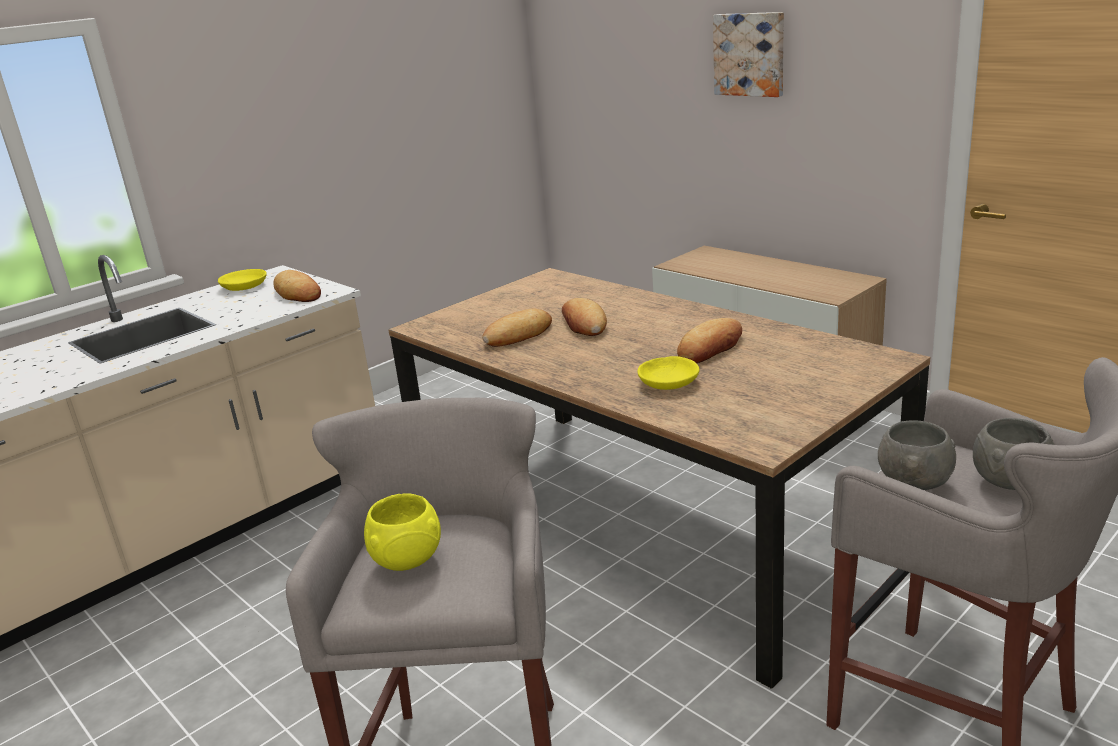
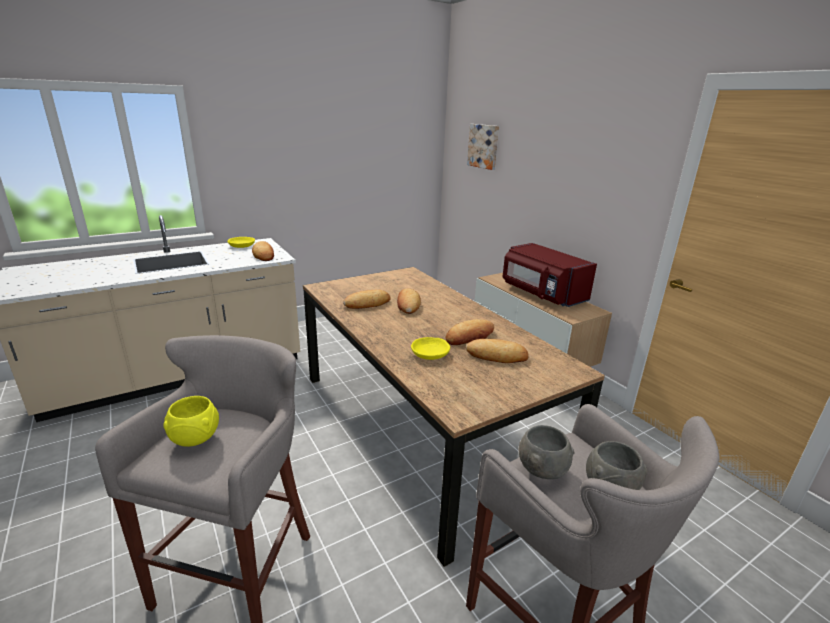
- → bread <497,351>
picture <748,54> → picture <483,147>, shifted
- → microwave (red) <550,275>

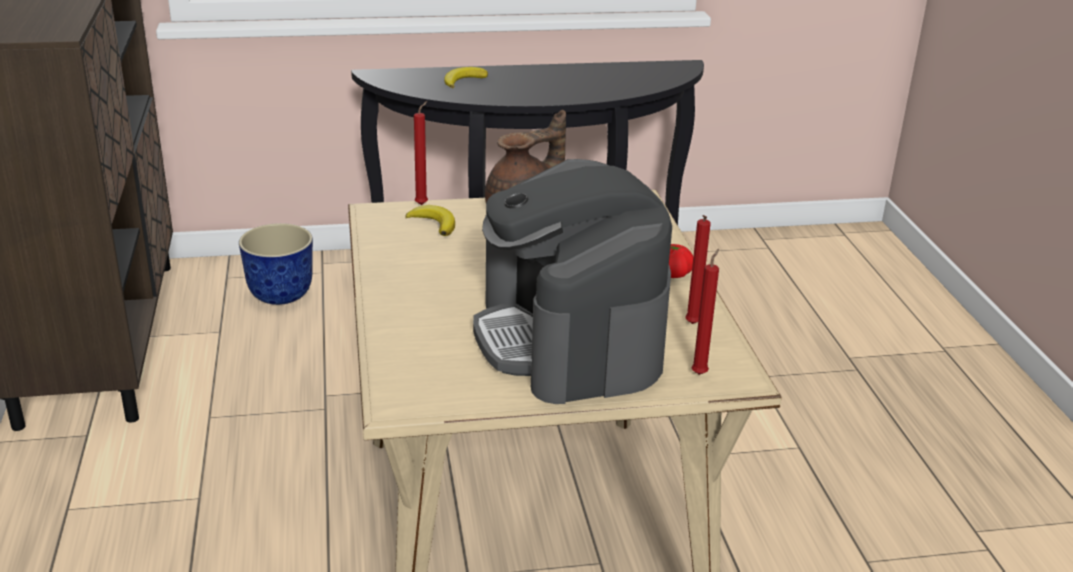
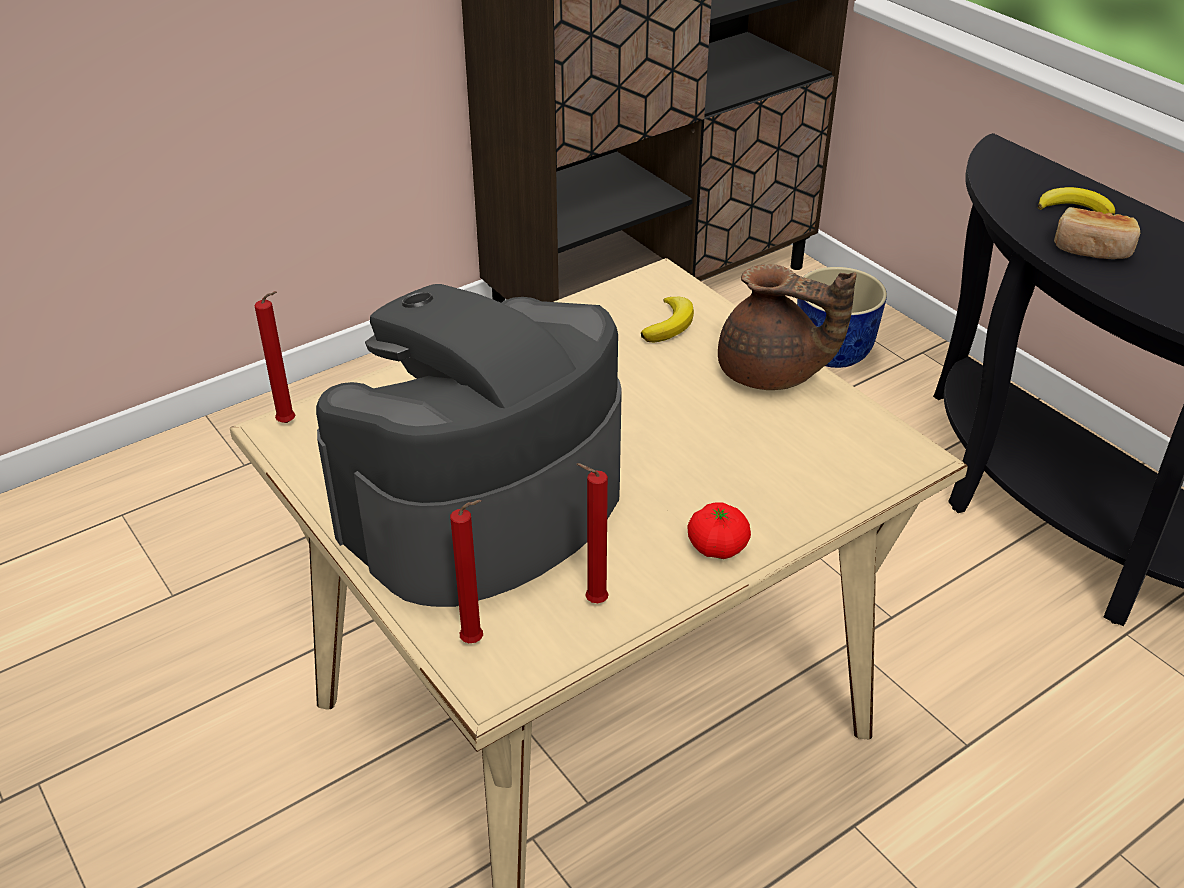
candle (red) <421,153> → candle (red) <274,357>, shifted
- → bread <1097,233>

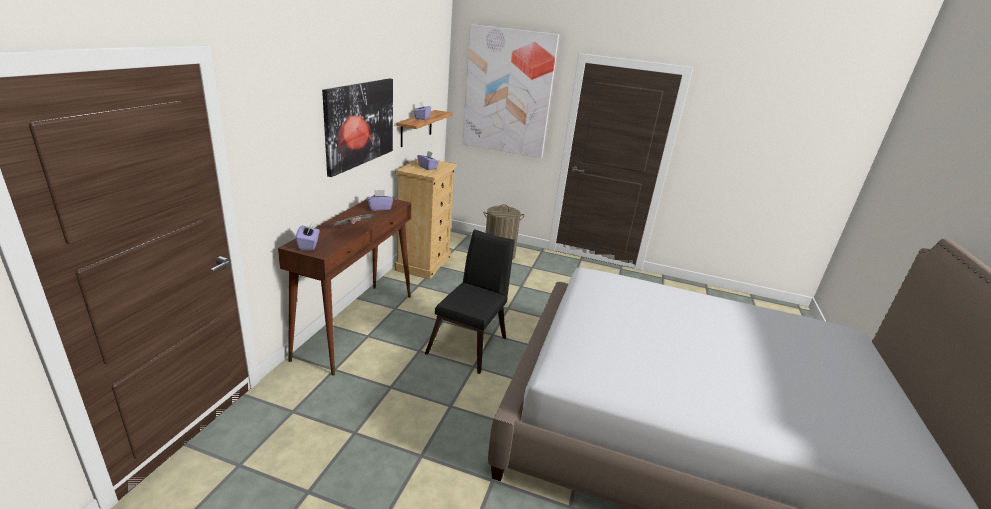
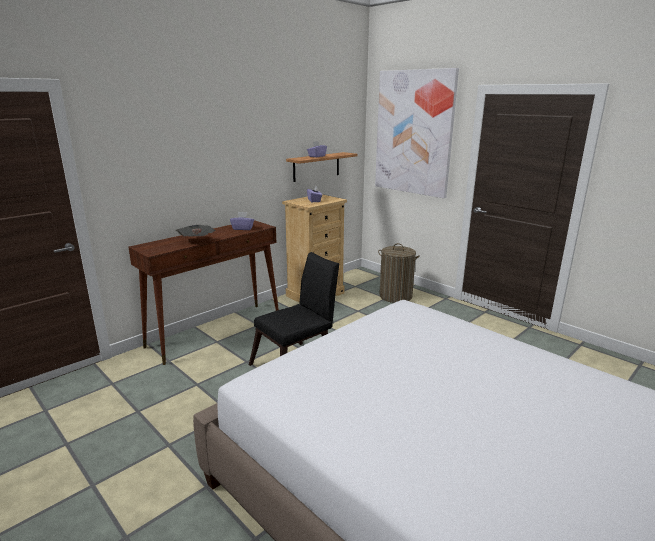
tissue box (purple) <308,236> → -
picture <357,127> → -

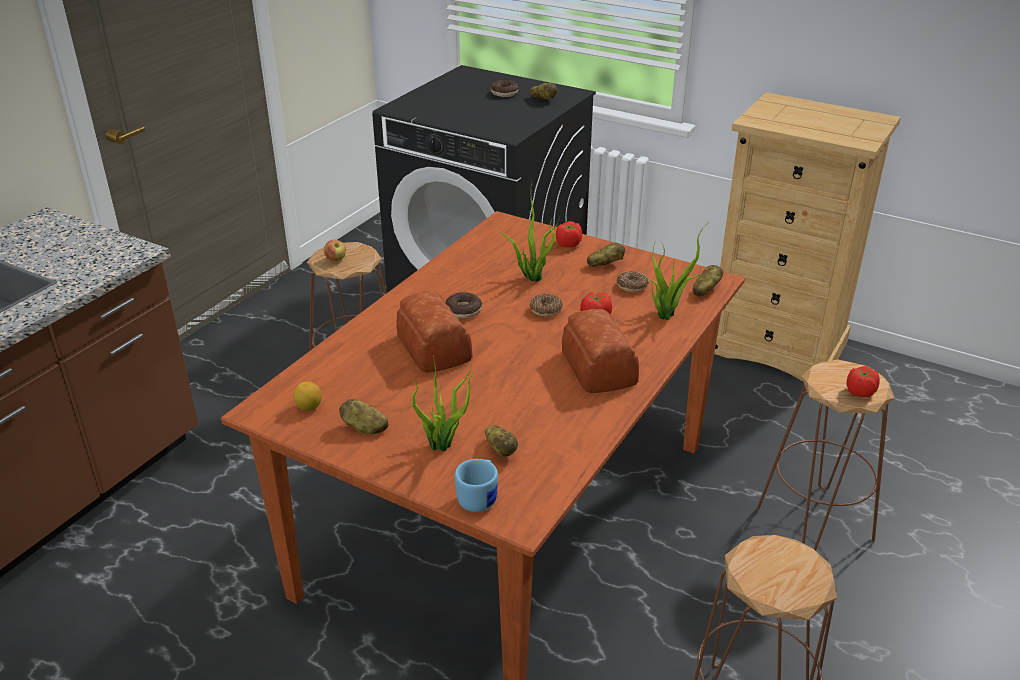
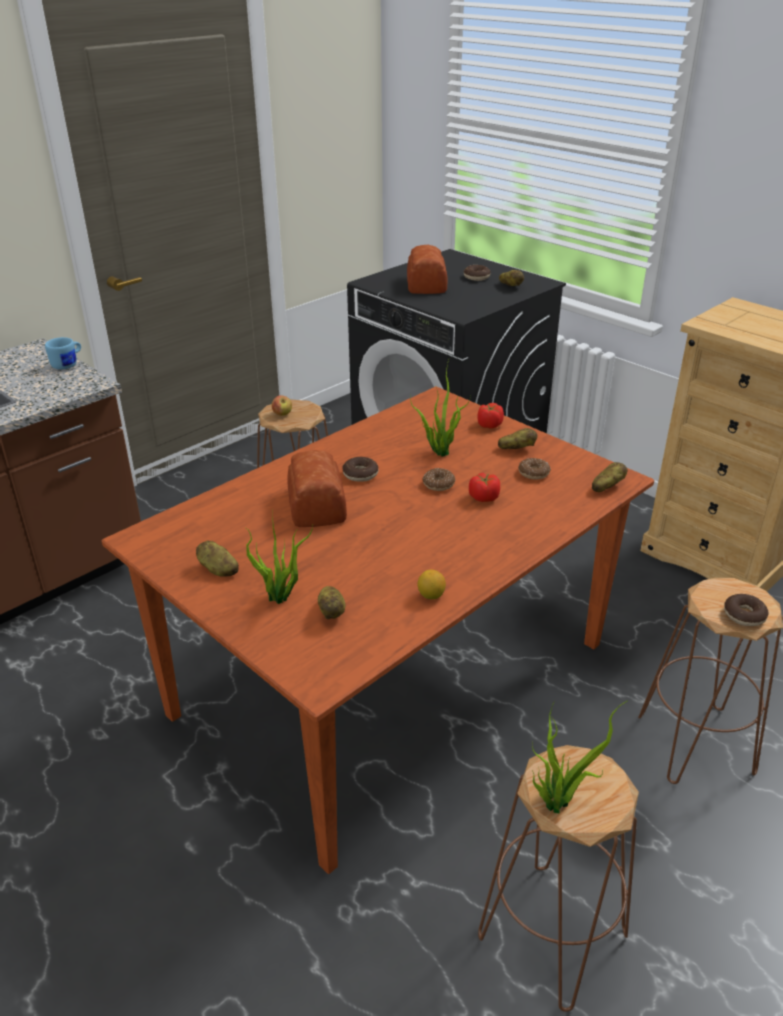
mug (blue) <476,485> → mug (blue) <63,353>, shifted
bread <600,351> → bread <427,269>, shifted
lemon <307,396> → lemon <431,584>, shifted
potted plant <676,271> → potted plant <579,757>, shifted
tomato <863,381> → donut <746,610>

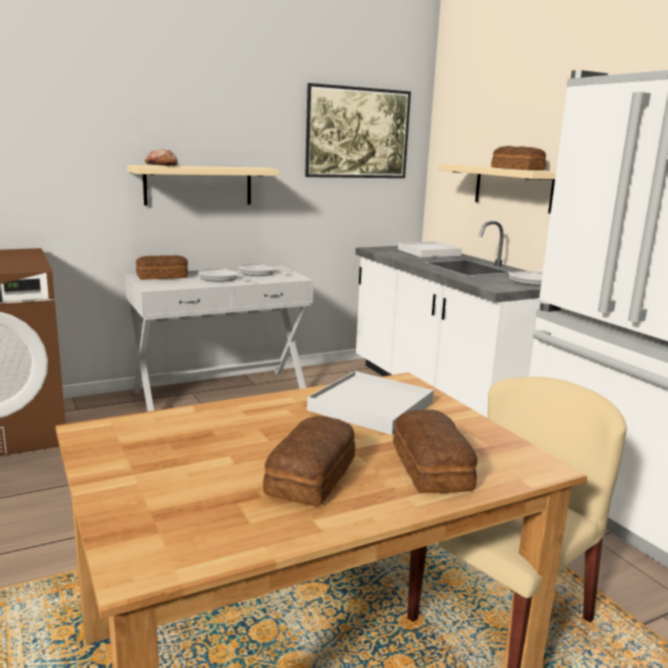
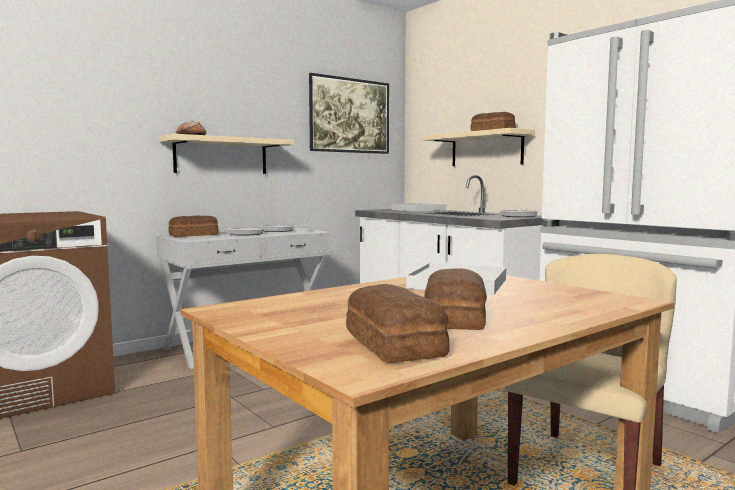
bread <435,451> → bread <398,323>, shifted

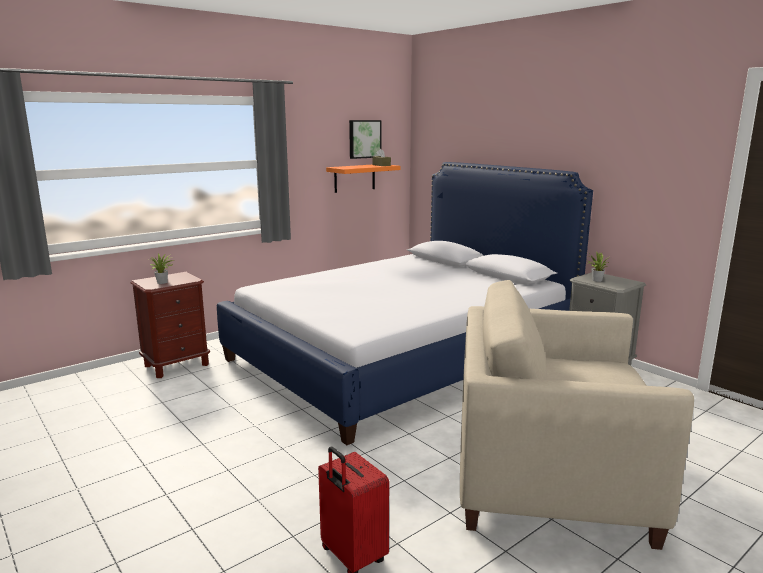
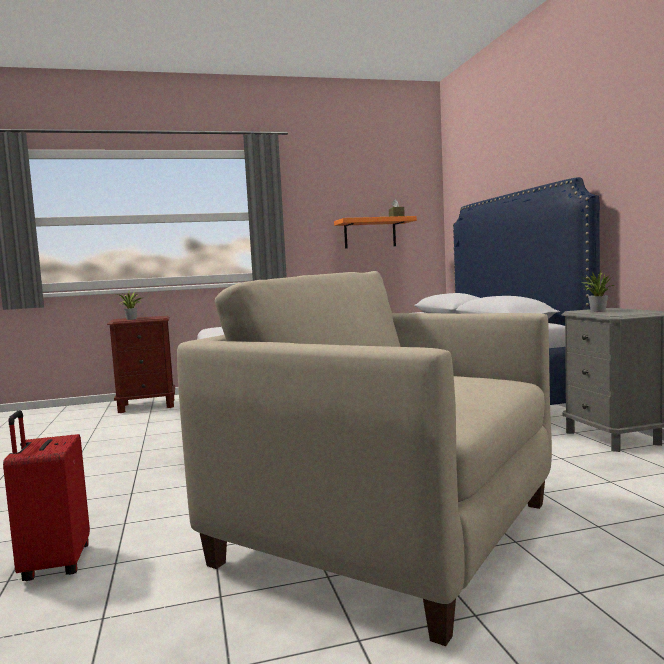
picture <365,139> → -

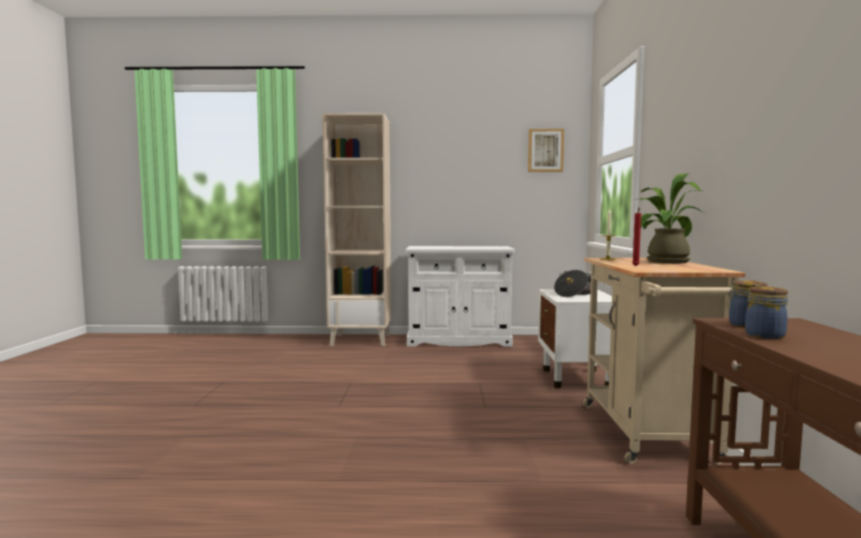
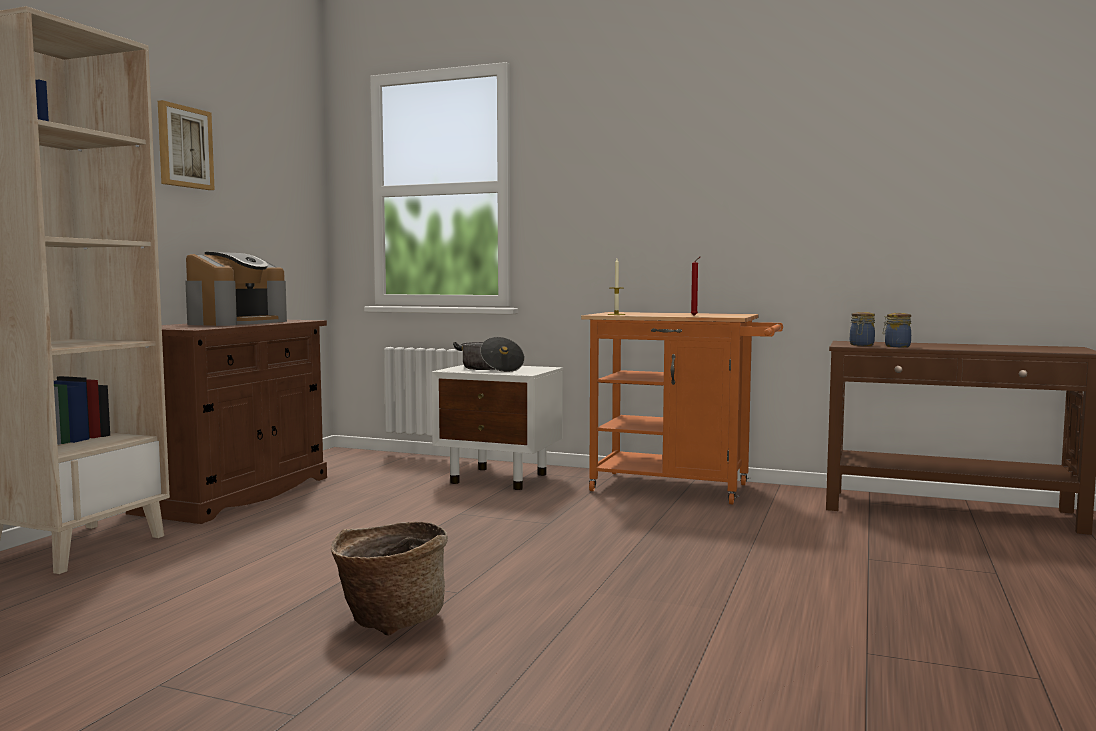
cabinet (white) <460,296> → cabinet (brown) <226,422>
picture <546,150> → picture <186,145>, shifted
- → coffee machine <236,289>
- → basket <389,578>
cart (beige) <664,361> → cart (orange) <682,408>
potted plant <673,219> → -

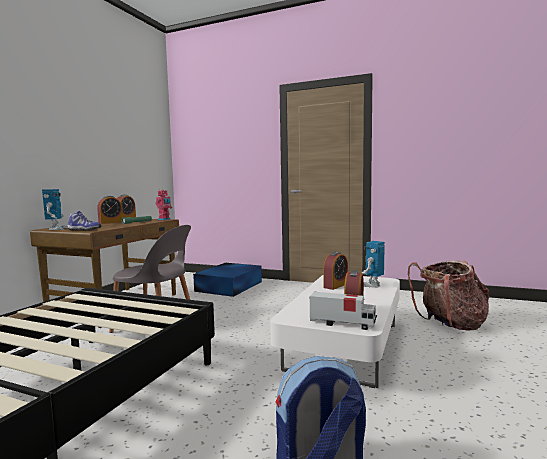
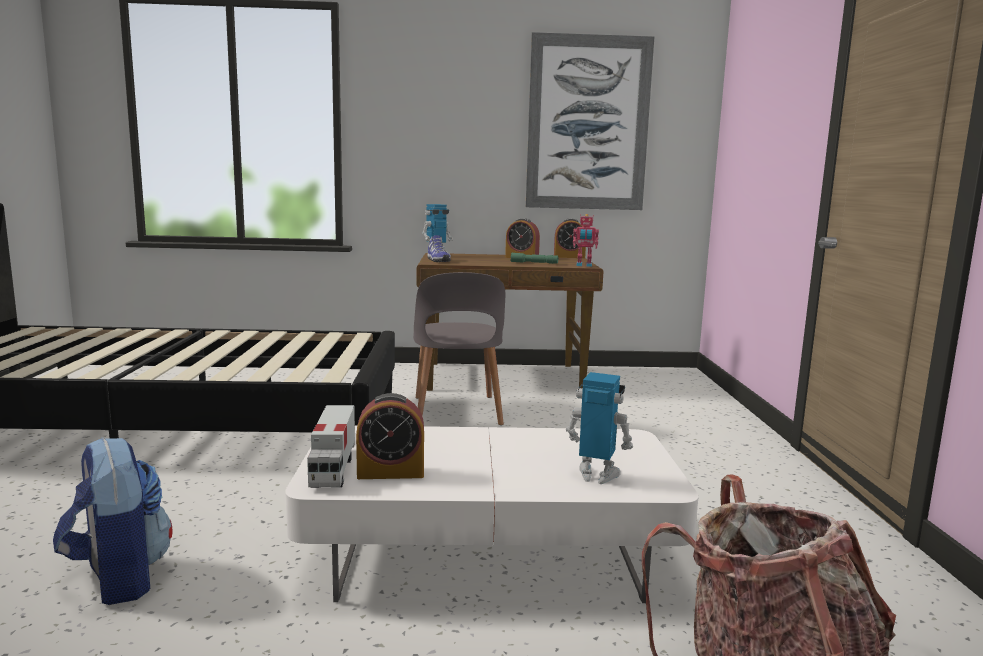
- → picture <589,121>
storage box (blue) <227,280> → -
alarm clock <335,271> → -

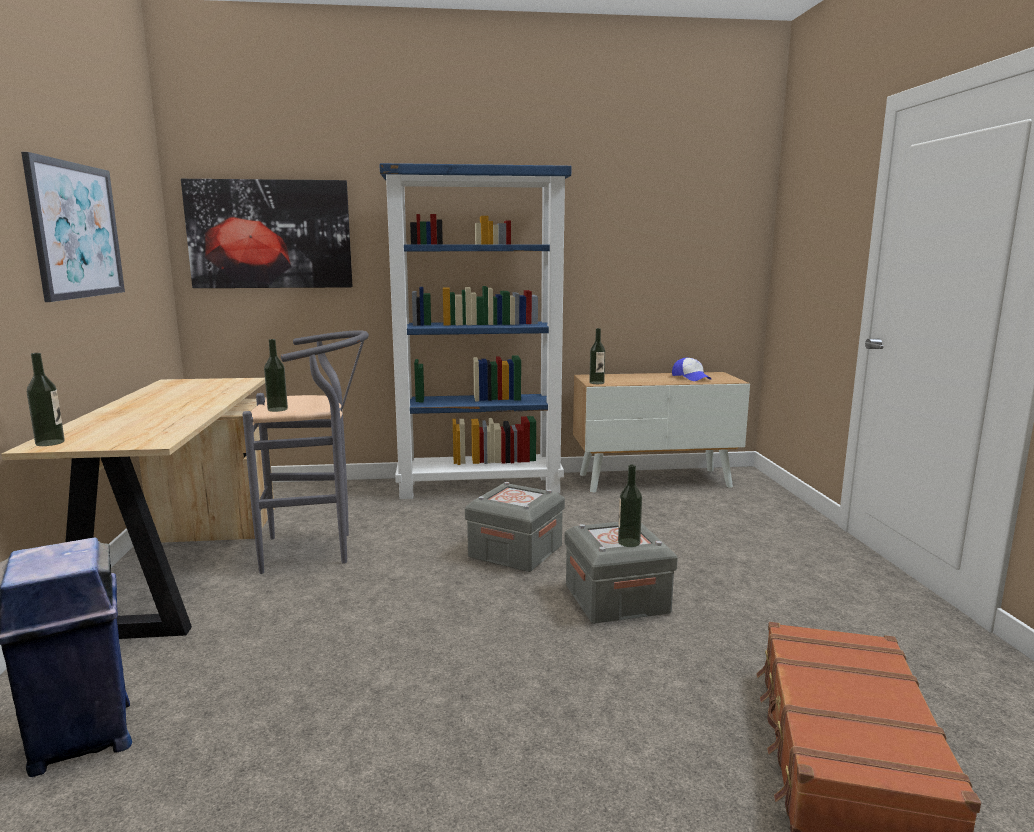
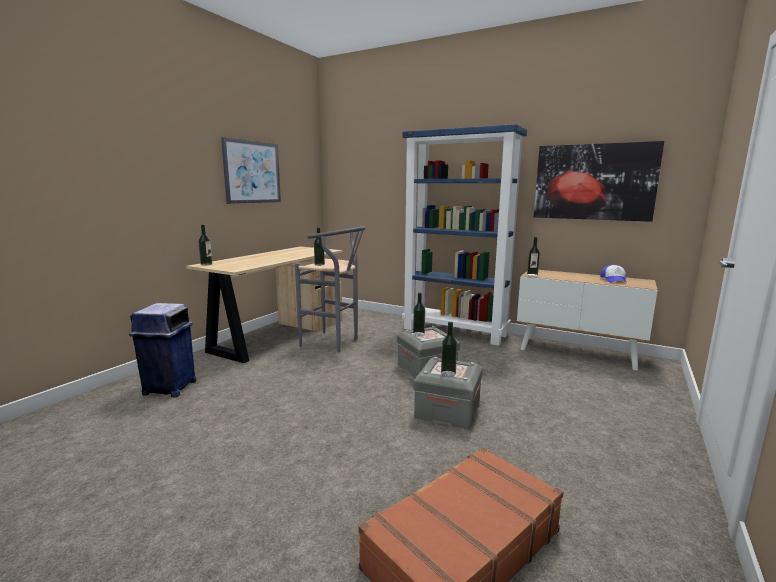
- → bottle <419,314>
picture <267,233> → picture <599,181>, shifted

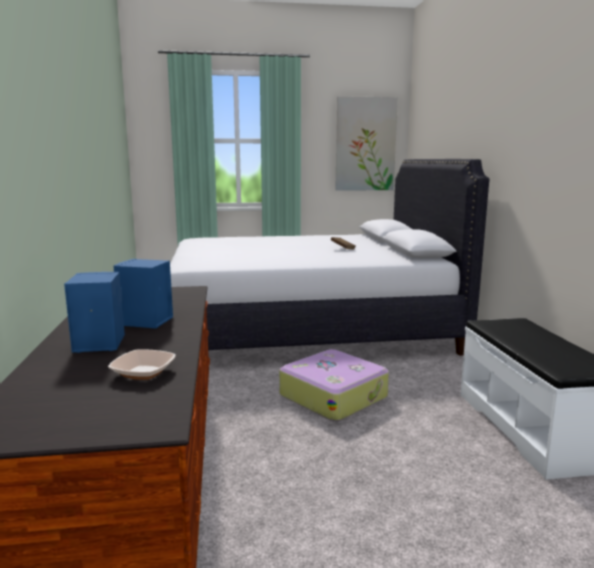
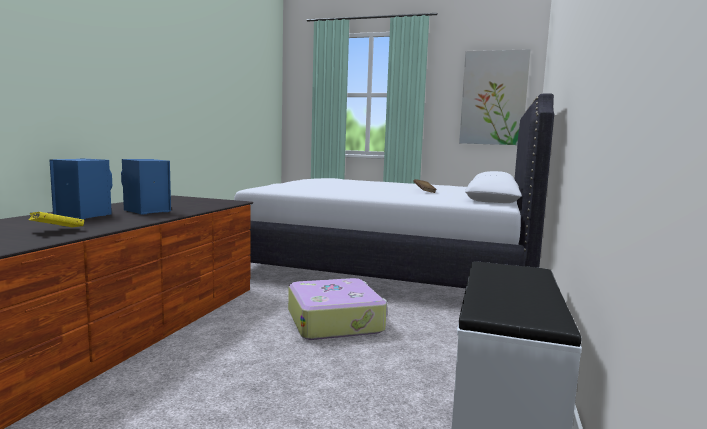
bowl <142,364> → book (yellow) <56,219>

